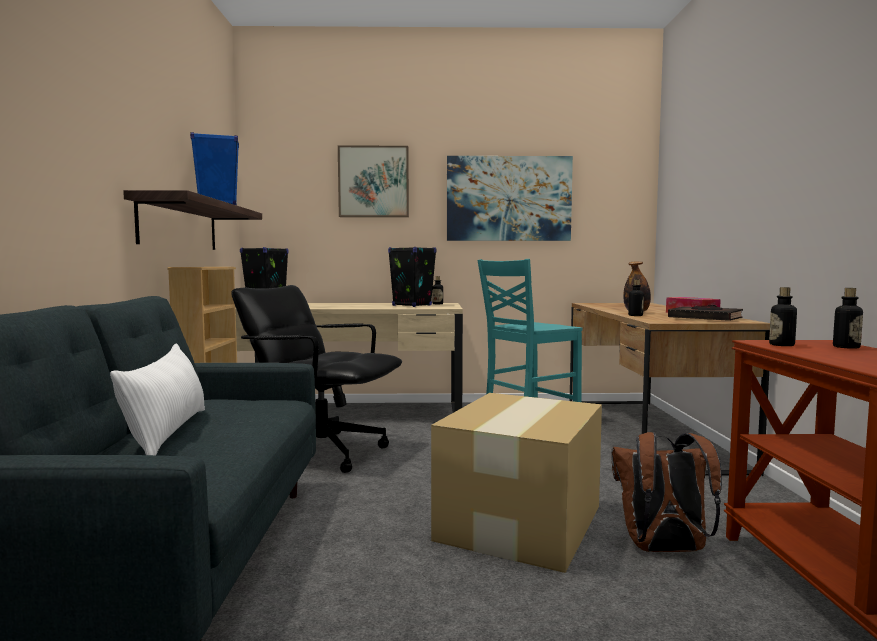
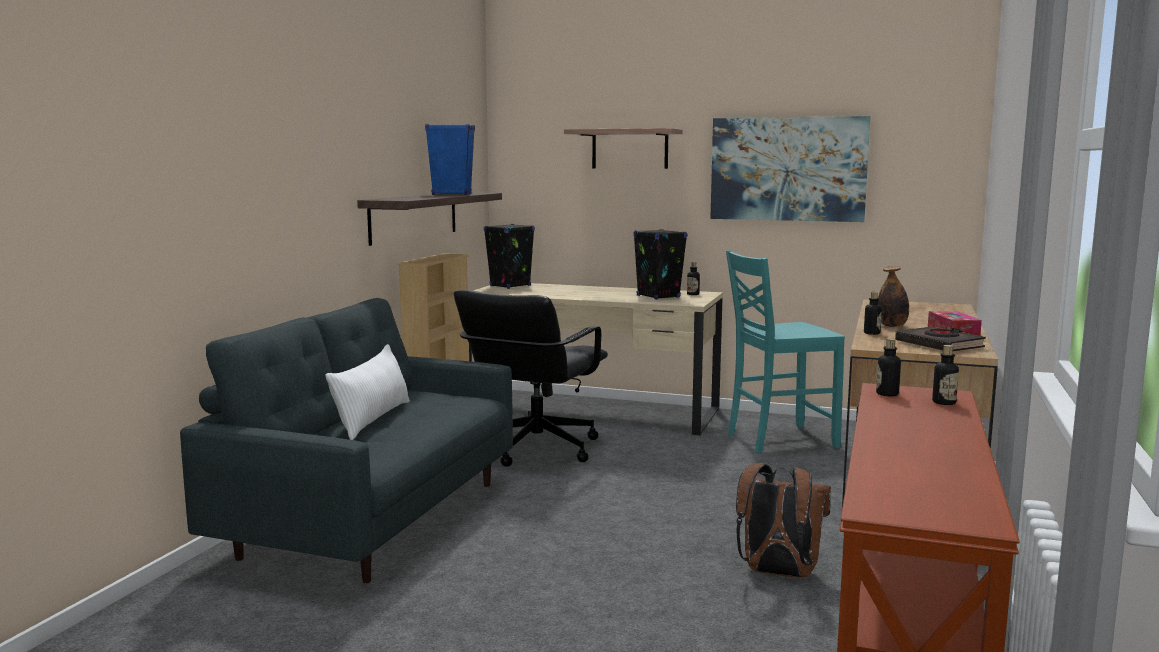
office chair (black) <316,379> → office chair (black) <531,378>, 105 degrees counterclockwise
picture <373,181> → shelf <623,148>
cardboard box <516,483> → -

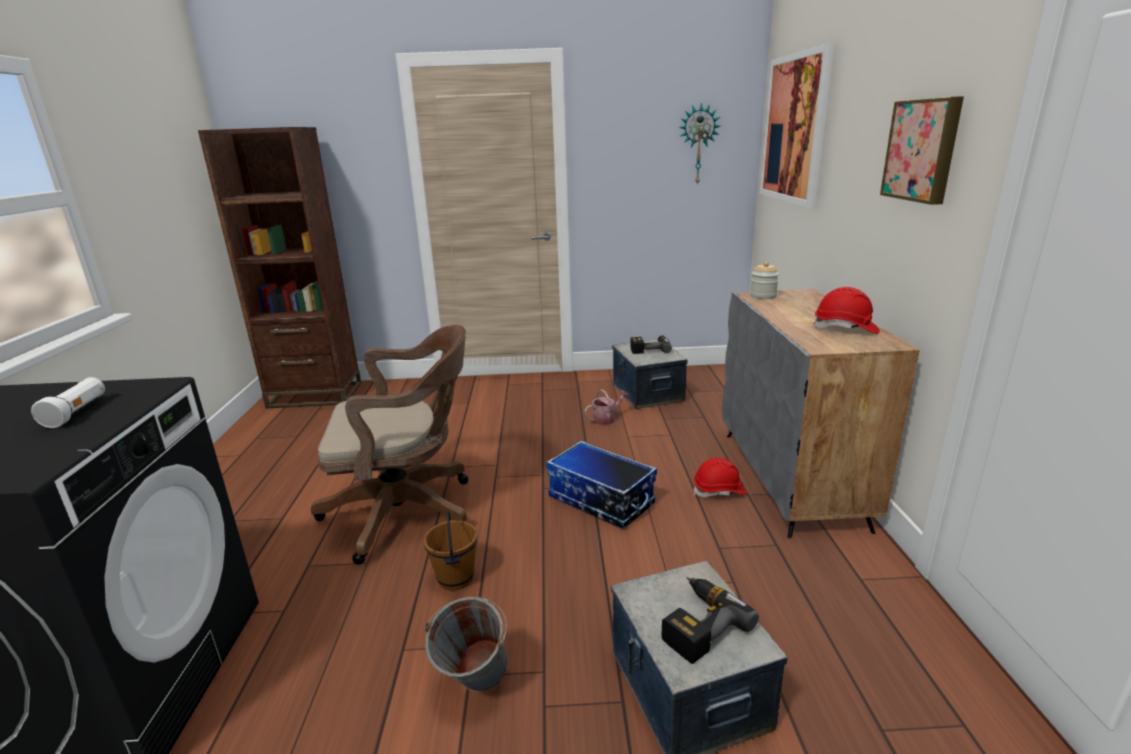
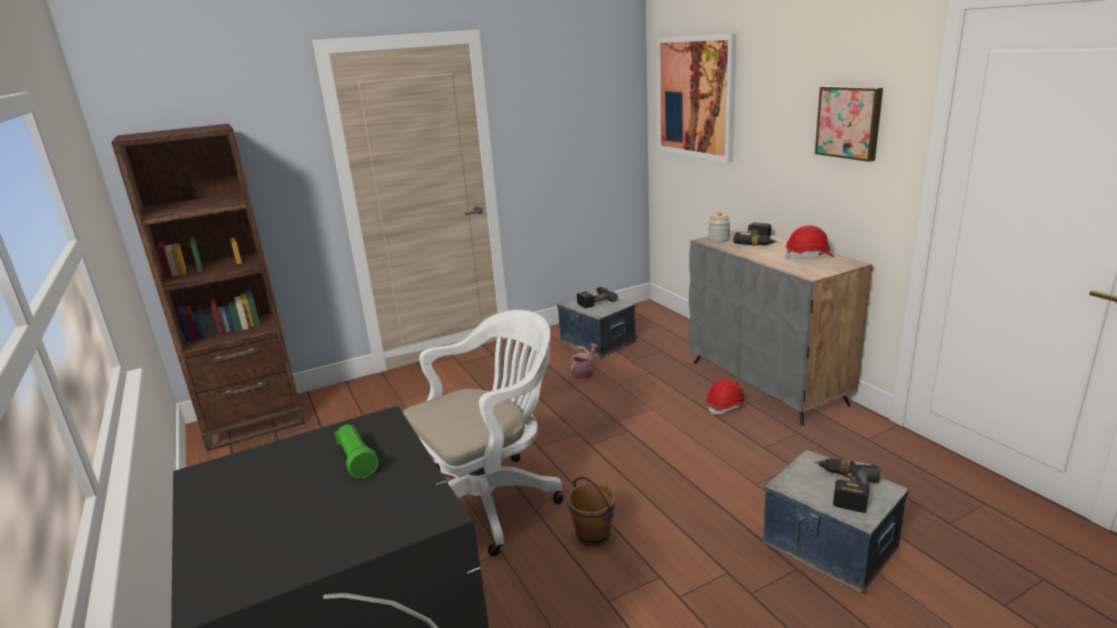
flashlight (white) <68,402> → flashlight (green) <357,451>
office chair (brown) <389,445> → office chair (white) <483,433>
- → power drill <755,233>
bucket (grey) <466,644> → -
storage box <601,485> → -
wall clock <699,144> → -

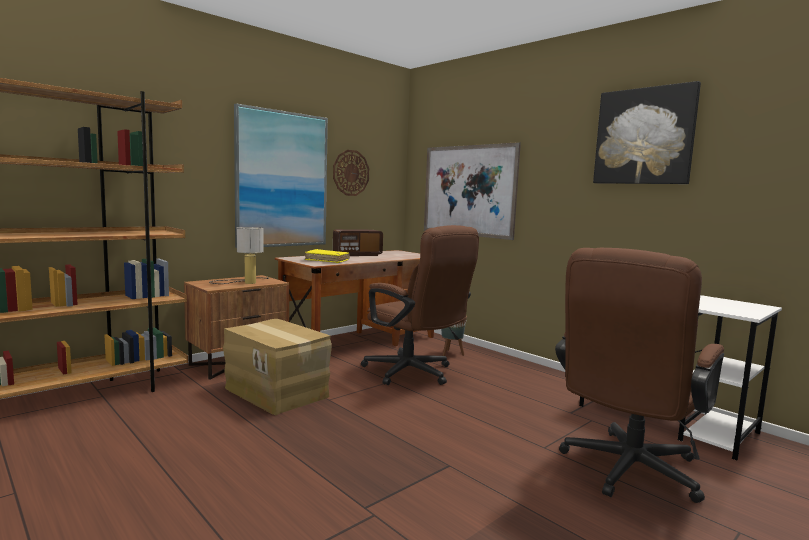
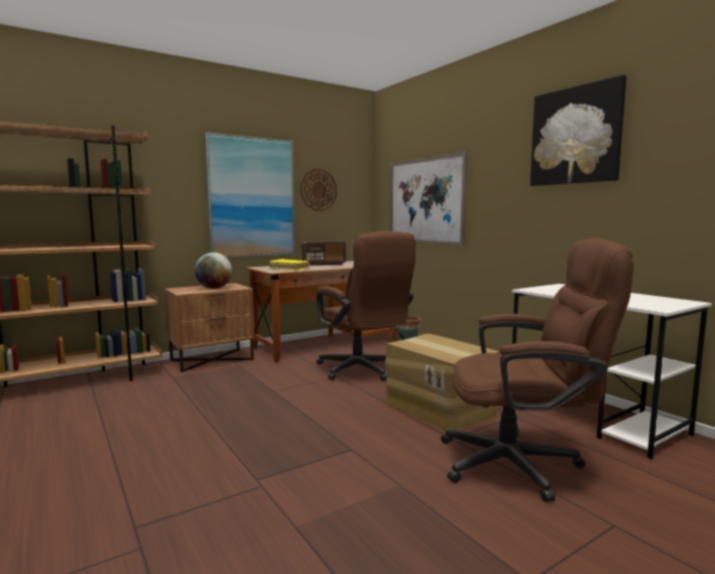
table lamp <239,255> → globe <213,270>
cardboard box <277,367> → cardboard box <442,382>, shifted
office chair (brown) <639,375> → office chair (brown) <537,370>, 135 degrees counterclockwise

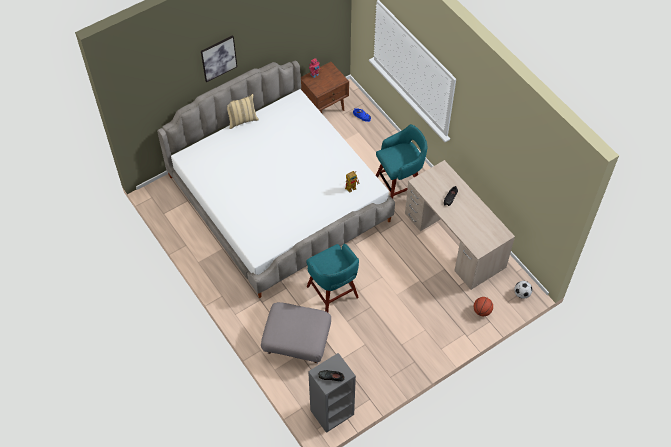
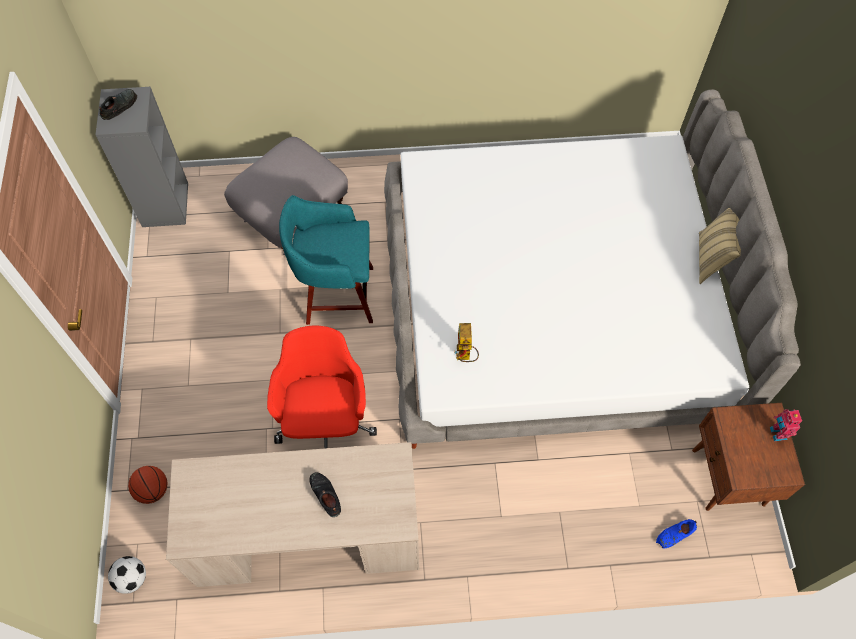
- → office chair (red) <322,387>
picture <219,59> → -
stool (turquoise) <401,161> → -

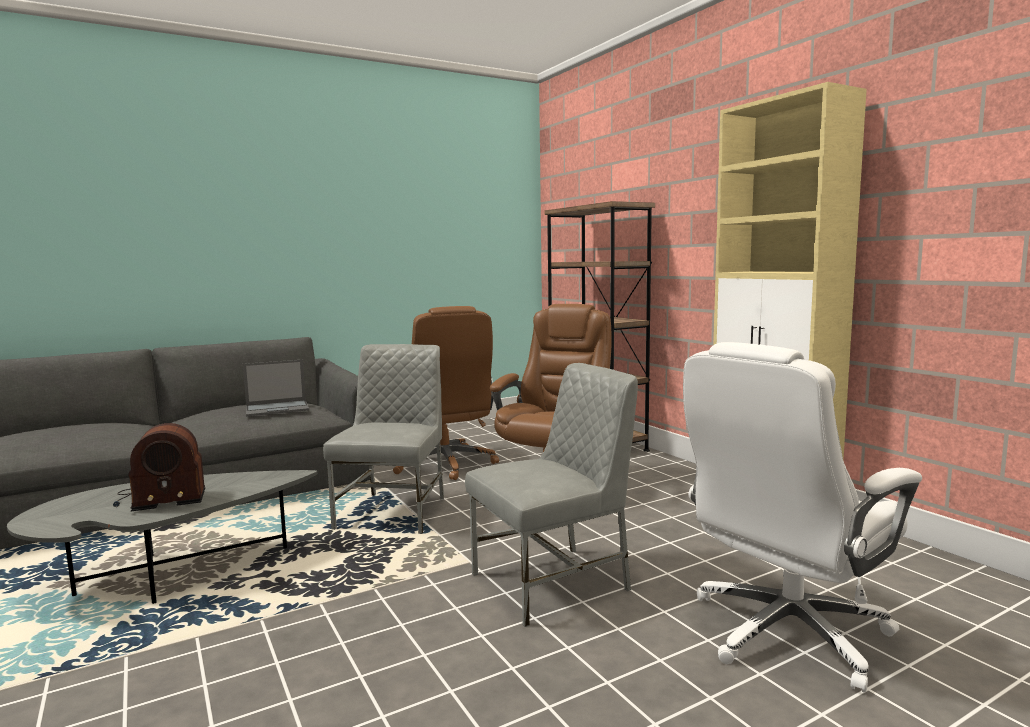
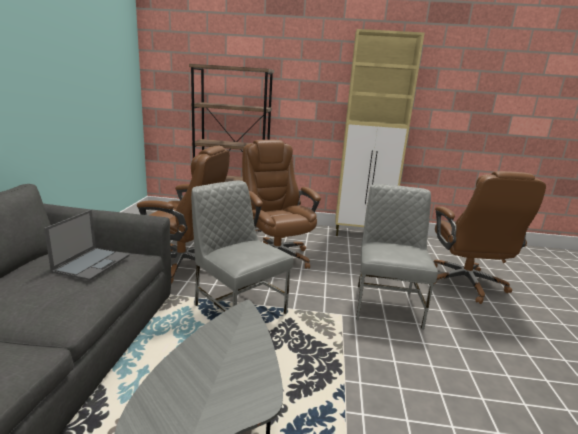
office chair (white) <802,517> → office chair (brown) <487,237>
radio <159,467> → -

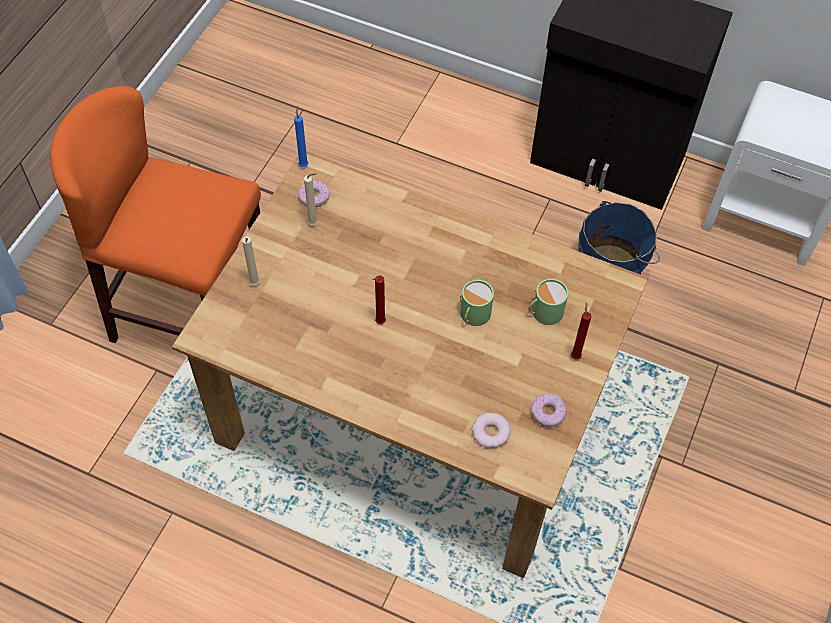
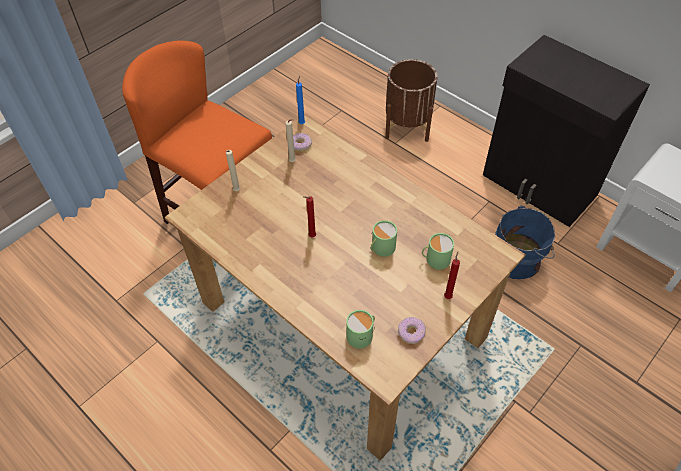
donut <491,430> → mug (green) <360,329>
- → planter (brown) <411,100>

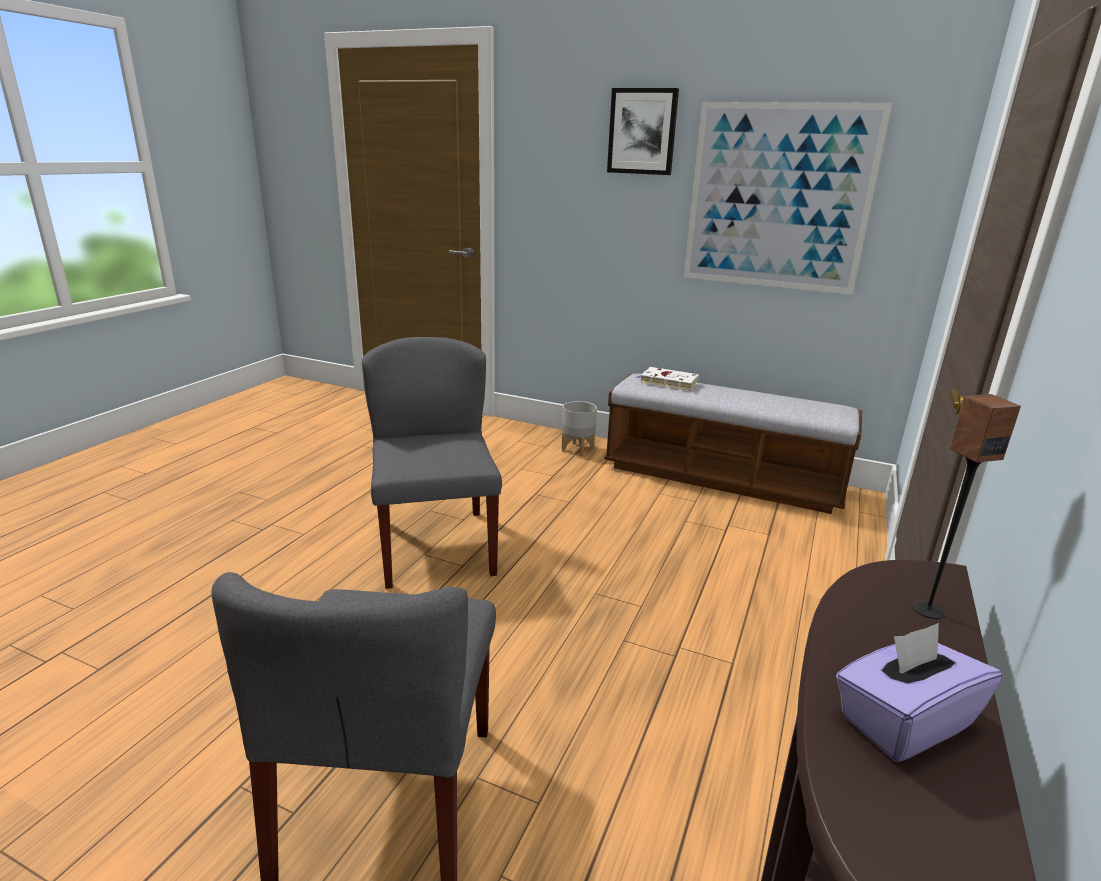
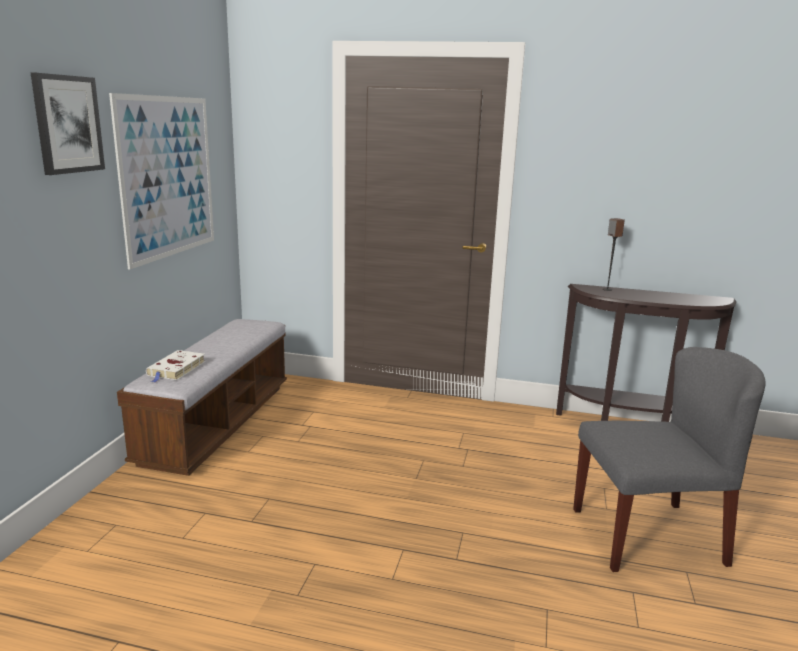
chair (grey) <432,463> → -
planter (grey) <579,429> → -
tissue box (purple) <919,692> → -

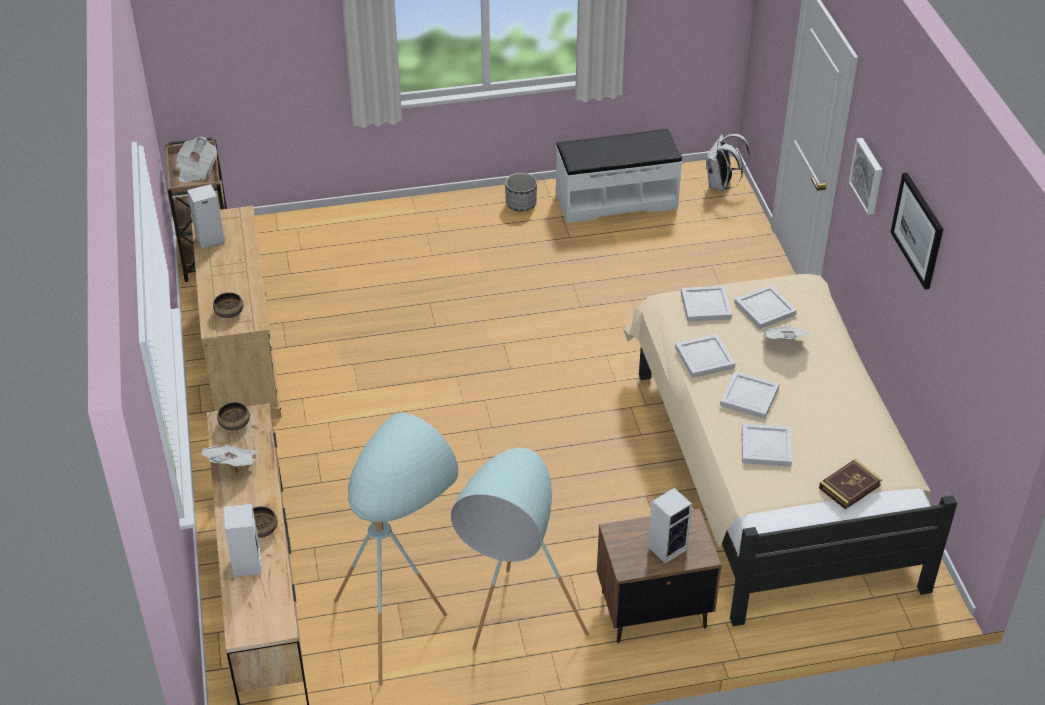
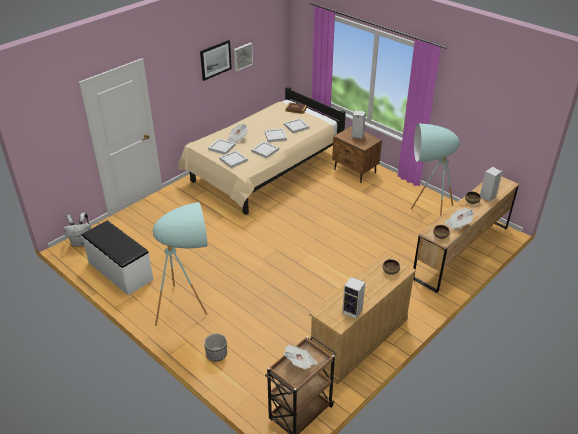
floor lamp (turquoise) <520,549> → floor lamp (turquoise) <180,264>, shifted
planter <521,192> → planter <215,347>, shifted
picture <865,176> → picture <243,57>, shifted

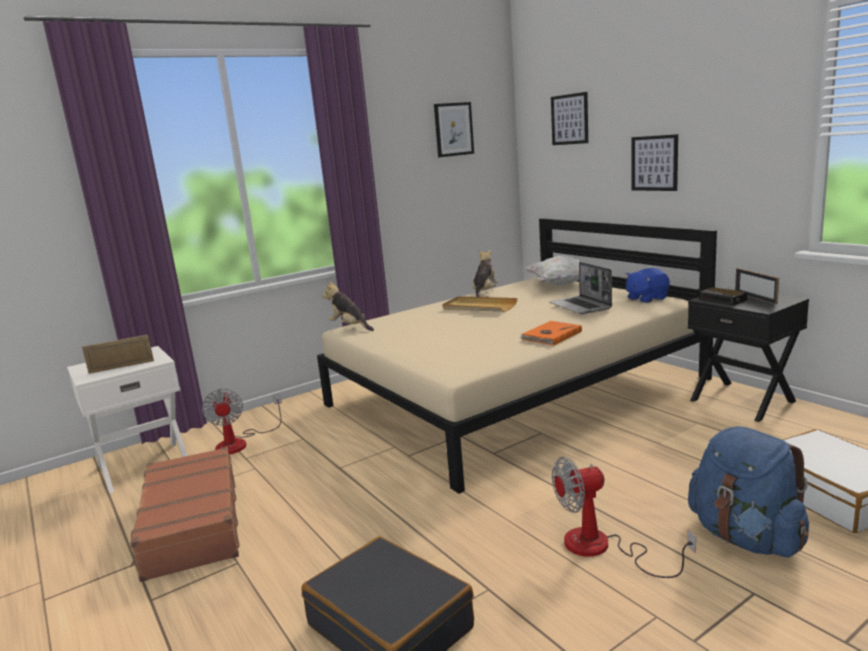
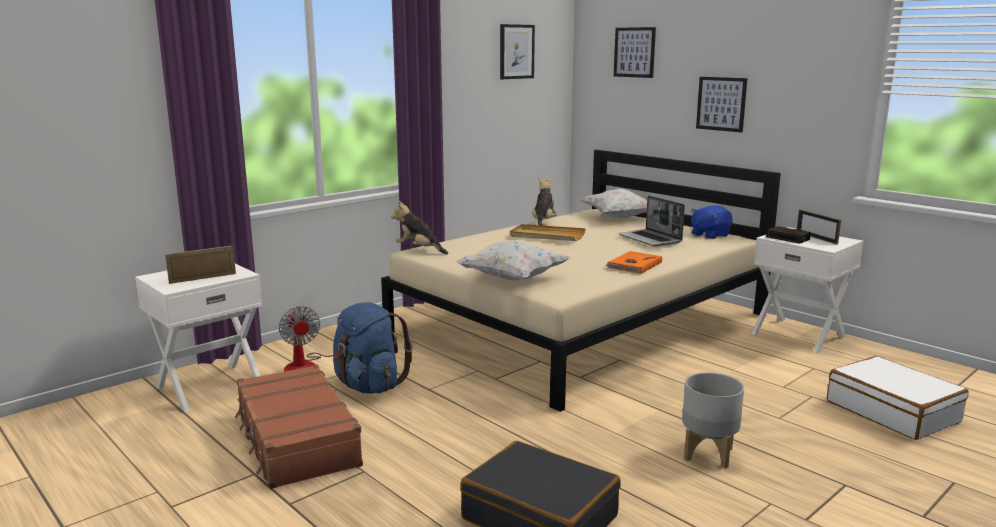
backpack (blue) <748,492> → backpack (blue) <373,348>, shifted
- → pillow (white) <513,260>
fan <624,517> → planter (grey) <713,420>
nightstand (black) <748,354> → nightstand (white) <807,290>

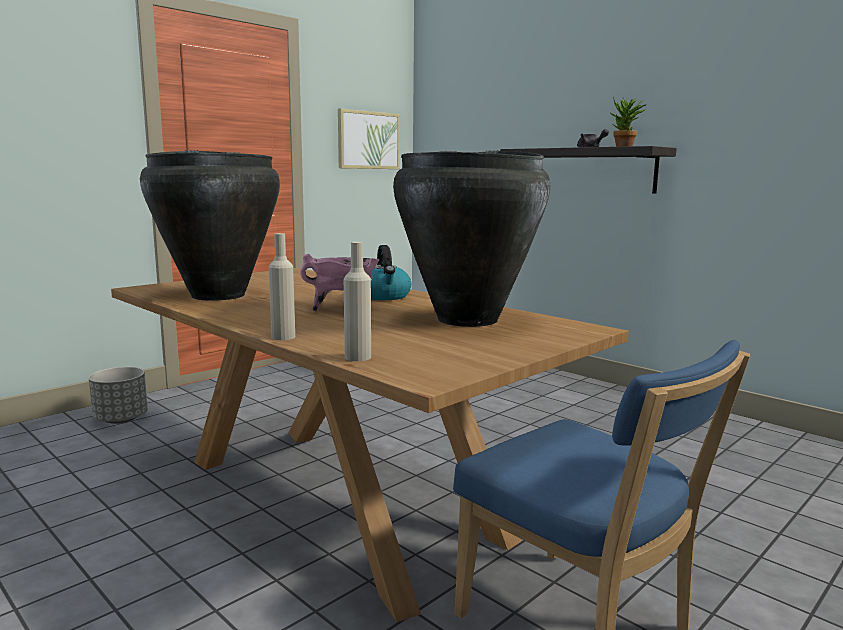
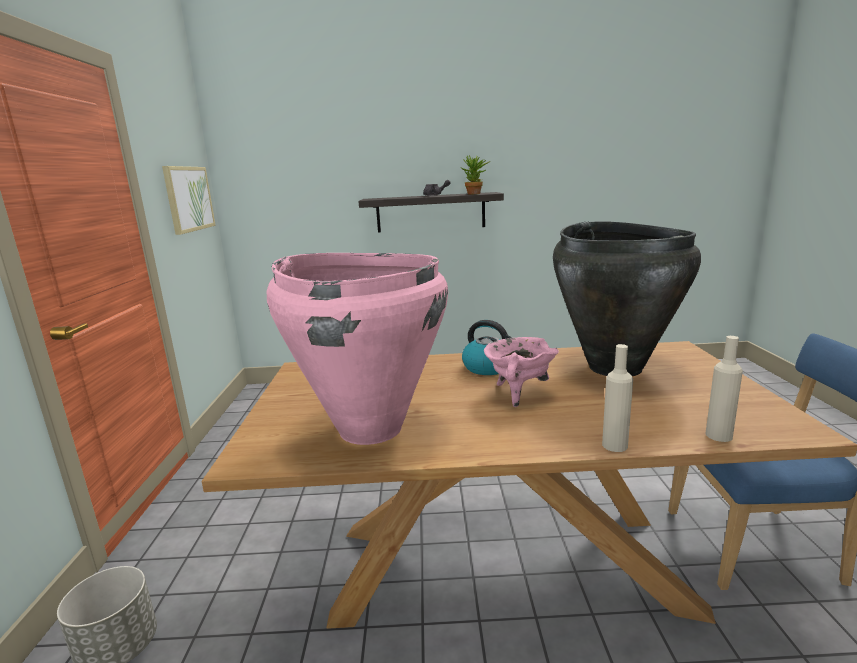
vase (black) <210,225> → vase (pink) <357,349>

